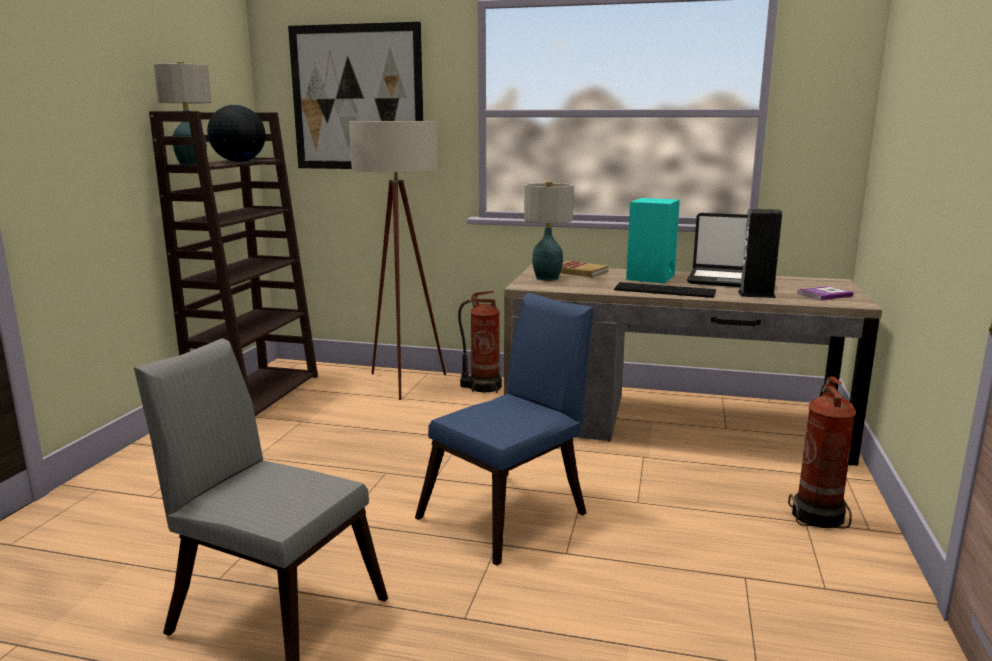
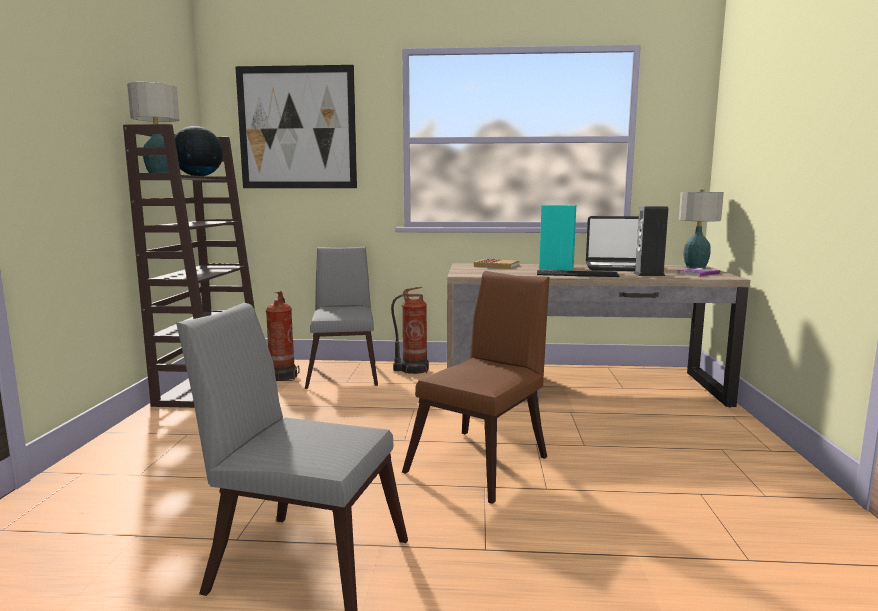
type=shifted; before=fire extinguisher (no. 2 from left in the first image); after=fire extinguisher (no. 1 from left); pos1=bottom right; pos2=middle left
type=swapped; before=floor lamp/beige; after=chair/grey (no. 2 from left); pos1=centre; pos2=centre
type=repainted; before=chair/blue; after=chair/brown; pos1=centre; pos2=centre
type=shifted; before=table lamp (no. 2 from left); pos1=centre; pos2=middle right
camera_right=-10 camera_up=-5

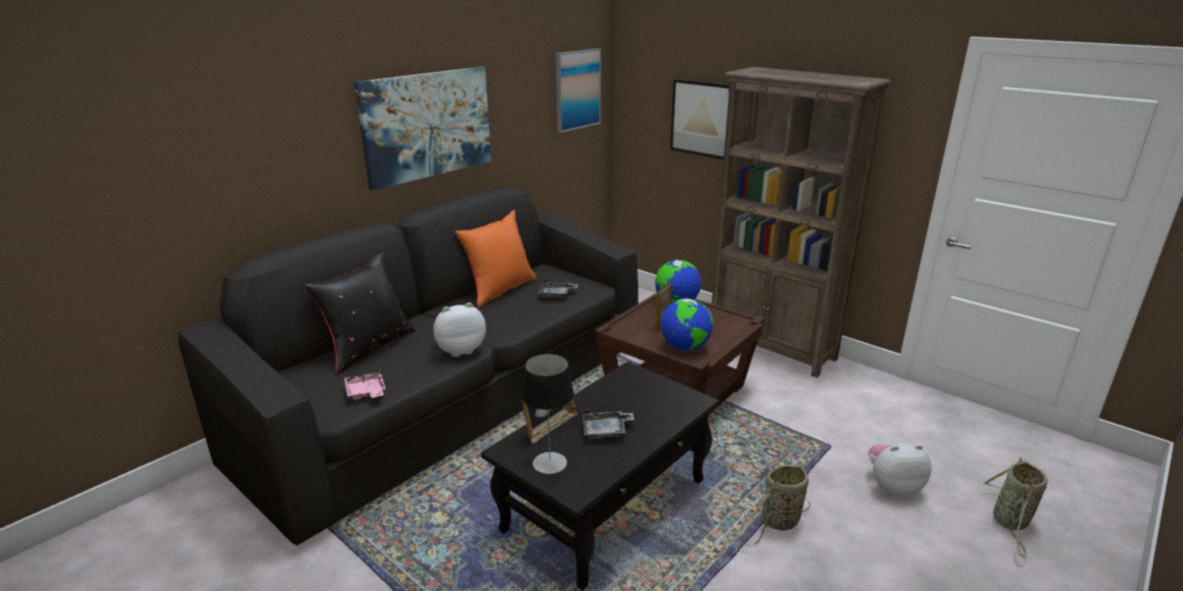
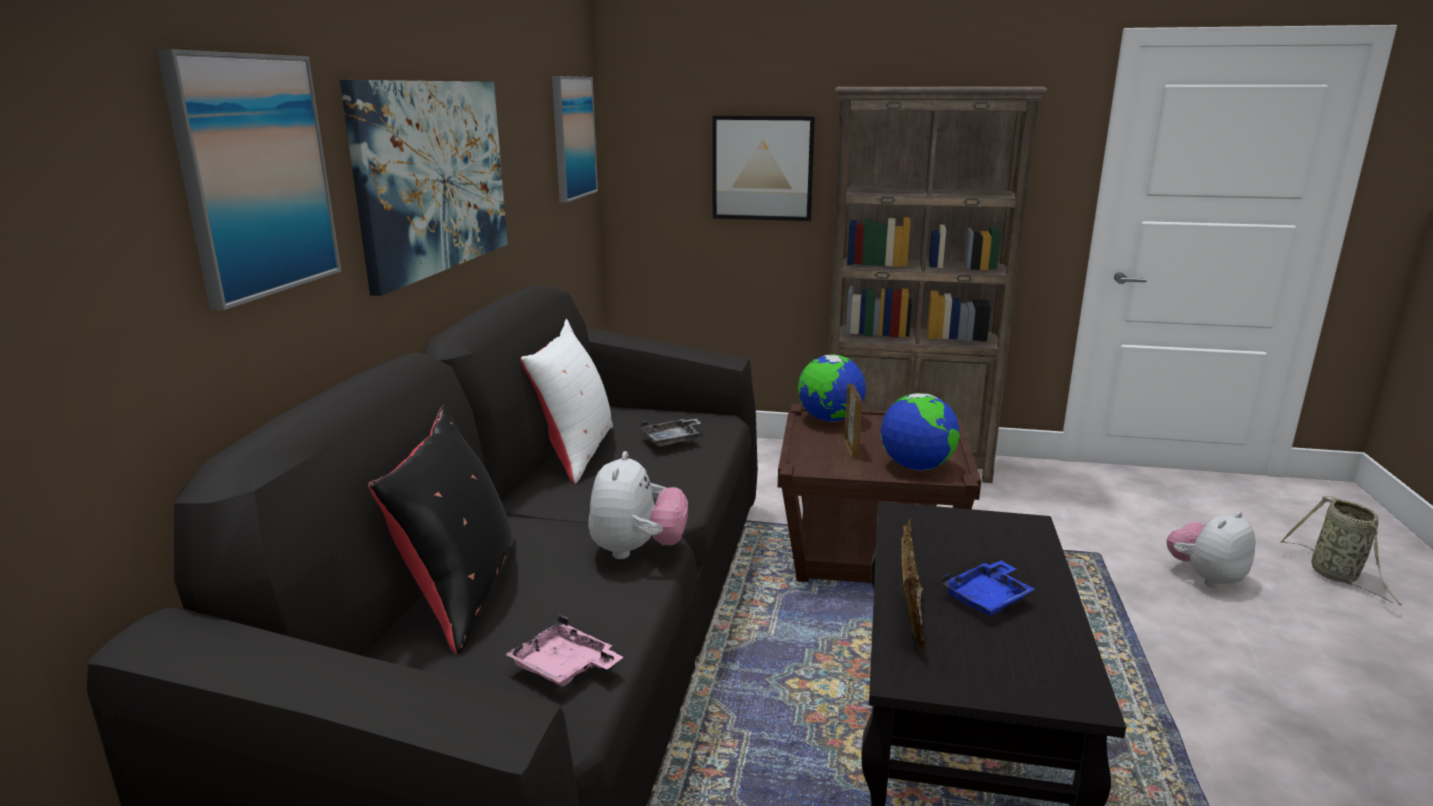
type=new; after=picture (no. 1 from left); pos2=top left
type=repainted; before=pillow/orange; after=pillow/white; pos1=centre; pos2=centre
type=rotated; before=plush toy (no. 1 from left); pos1=centre; pos2=centre; turn=150
type=repainted; before=tray/grey (no. 2 from left); after=tray/blue; pos1=bottom centre; pos2=bottom right
type=gone; before=table lamp; pos1=bottom centre
type=gone; before=basket (no. 1 from left); pos1=bottom centre
camera_right=-30 camera_up=-5

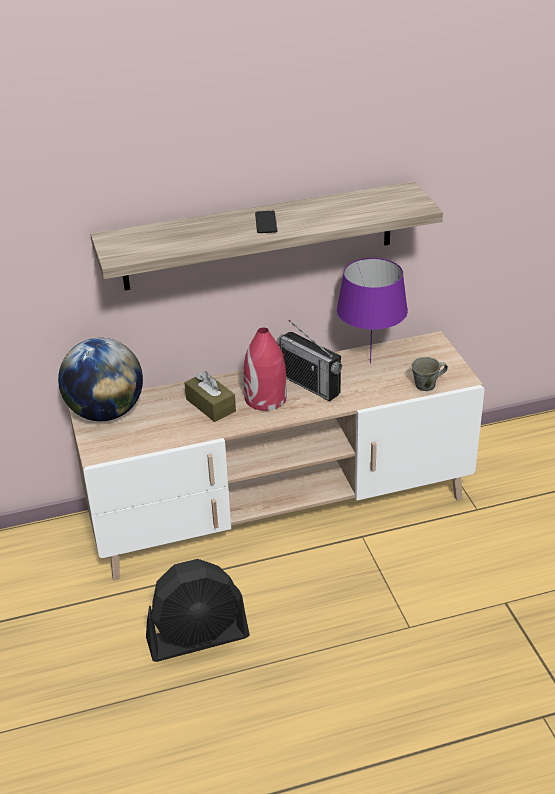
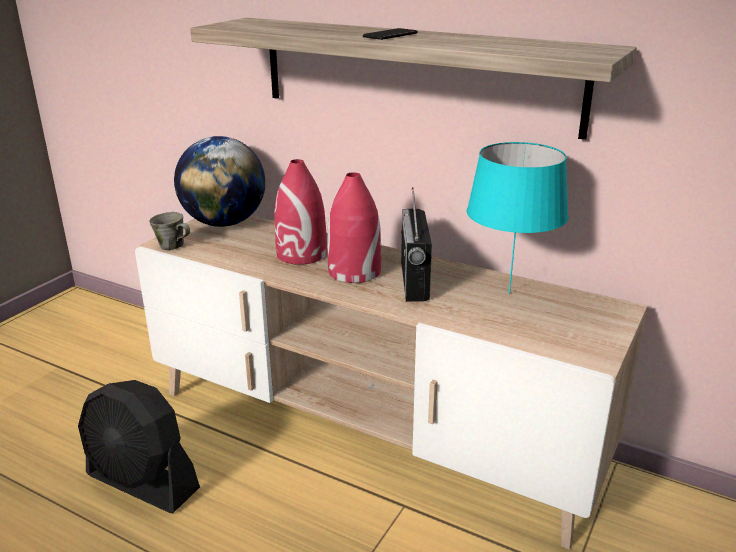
type=shifted; before=mug/grey; pos1=middle right; pos2=middle left
type=swapped; before=tissue box/brown; after=vase/red (no. 1 from left); pos1=centre; pos2=centre
type=repainted; before=table lamp/purple; after=table lamp/turquoise; pos1=middle right; pos2=middle right
camera_right=45 camera_up=-10

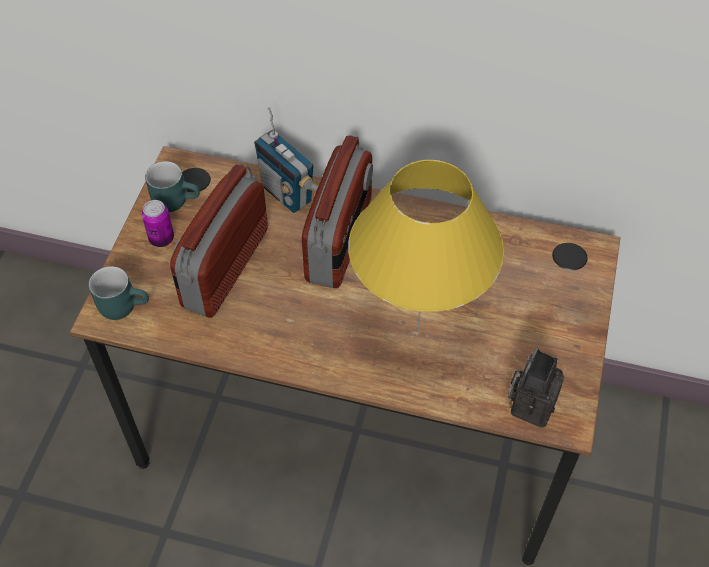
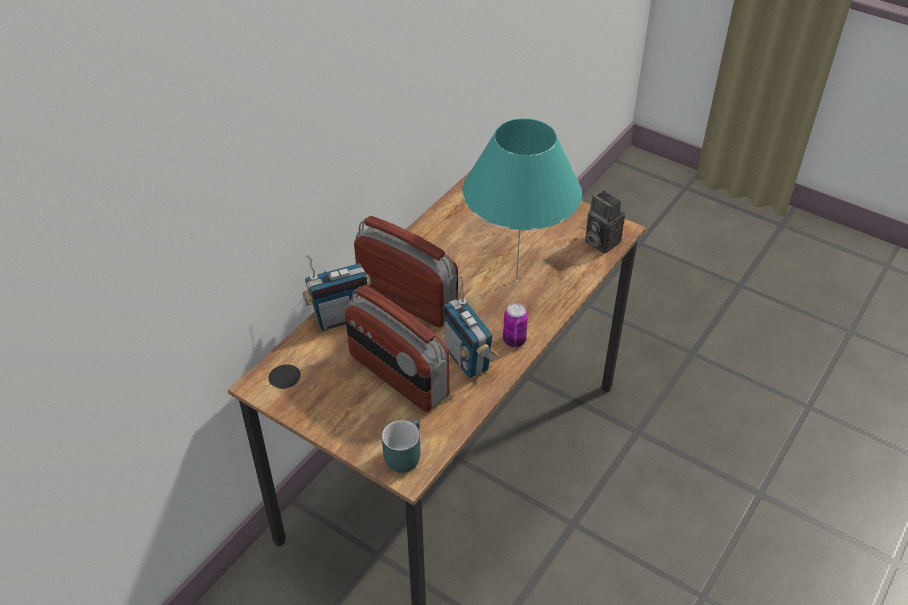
type=new; after=radio (no. 4 from left); pos2=centre
type=repainted; before=table lamp/yellow; after=table lamp/turquoise; pos1=centre; pos2=top centre
type=shifted; before=can; pos1=middle left; pos2=centre
type=gone; before=mug/turquoise (no. 2 from left); pos1=top left
camera_right=-70 camera_up=-10

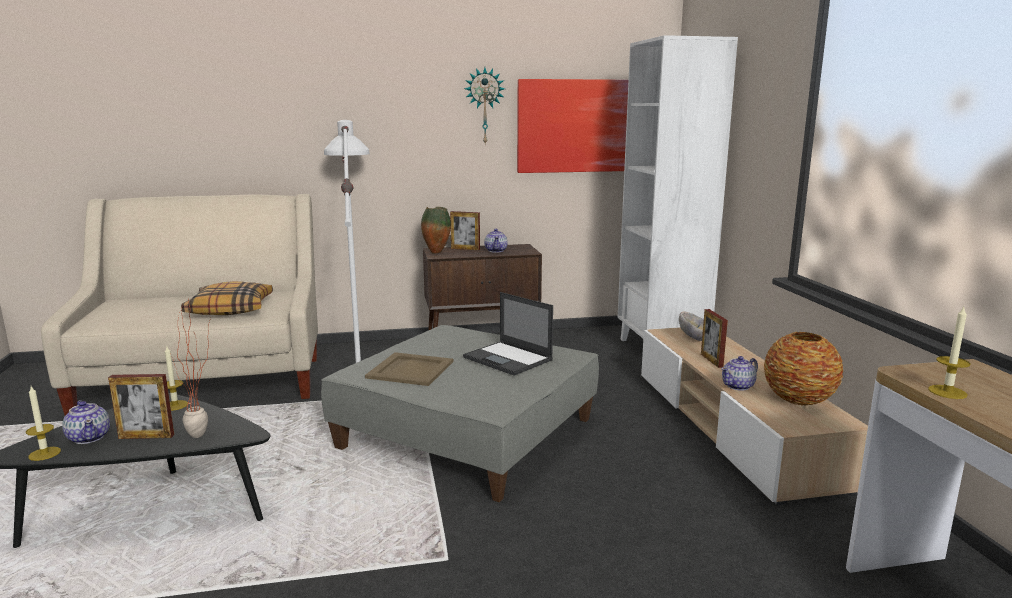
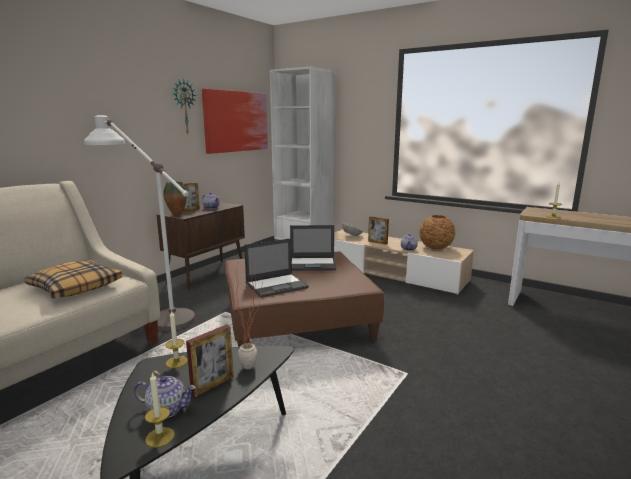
type=repainted; before=ottoman/grey; after=ottoman/brown; pos1=bottom centre; pos2=centre
type=swapped; before=tray/beige; after=laptop (no. 1 from left); pos1=centre; pos2=centre
camera_right=-45 camera_up=0

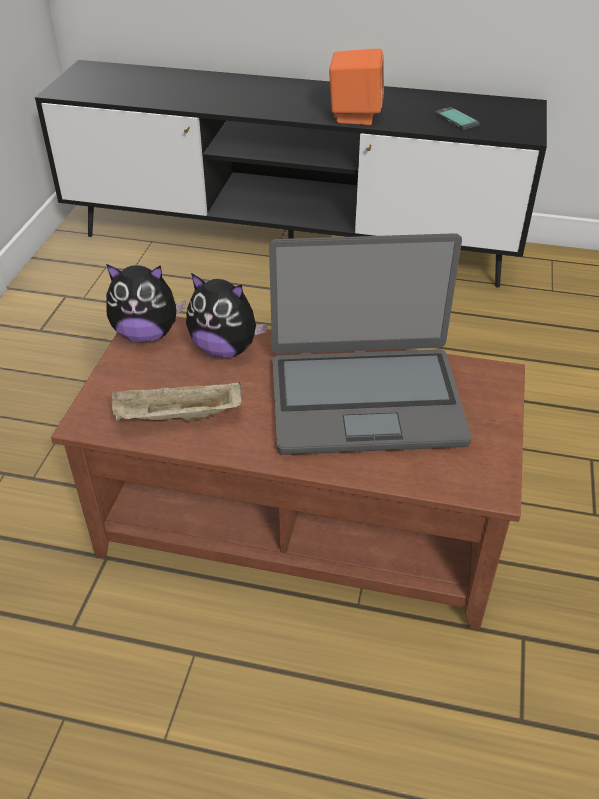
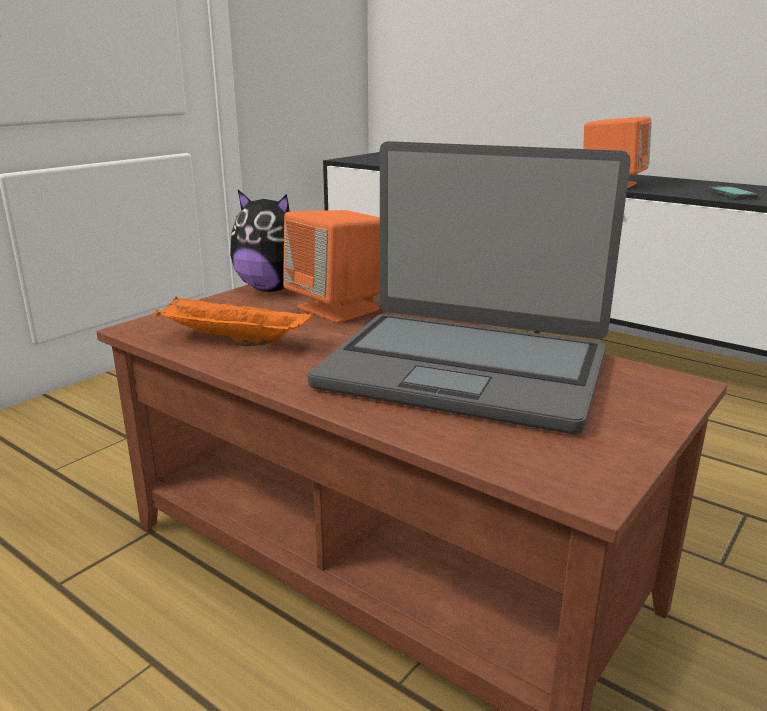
type=repainted; before=tray/beige; after=tray/orange; pos1=middle left; pos2=middle left
type=swapped; before=plush toy (no. 2 from left); after=speaker/orange (no. 1 from left); pos1=centre; pos2=centre
camera_right=25 camera_up=-20

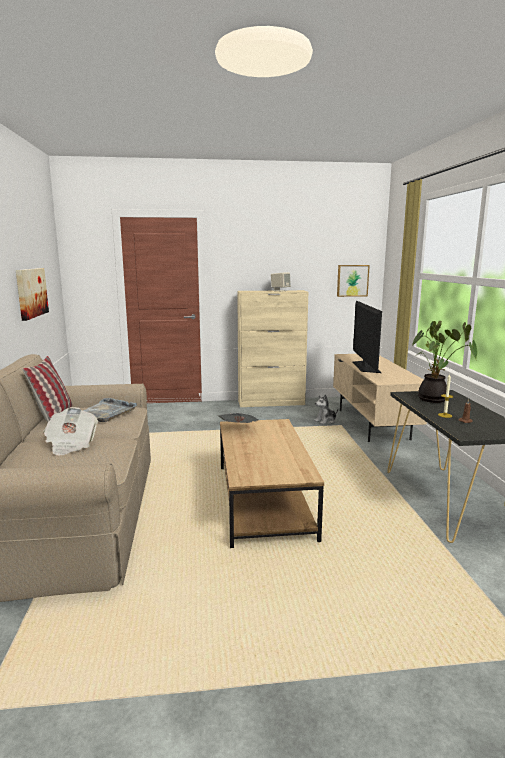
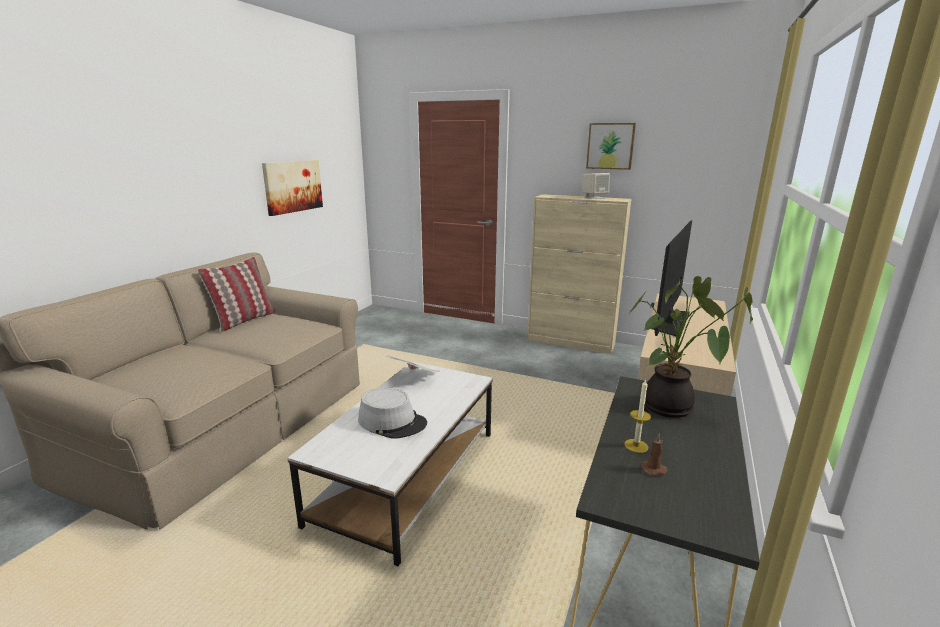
type=repainted; before=coffee table/brown; after=coffee table/white; pos1=centre; pos2=bottom centre
type=new; after=hat/grey; pos2=centre
type=shifted; before=picture (no. 2 from left); pos1=middle right; pos2=top centre
type=gone; before=newspaper (no. 1 from left); pos1=middle left
type=gone; before=tray/grey; pos1=middle left
type=gone; before=plush toy; pos1=centre
camera_right=30 camera_up=5

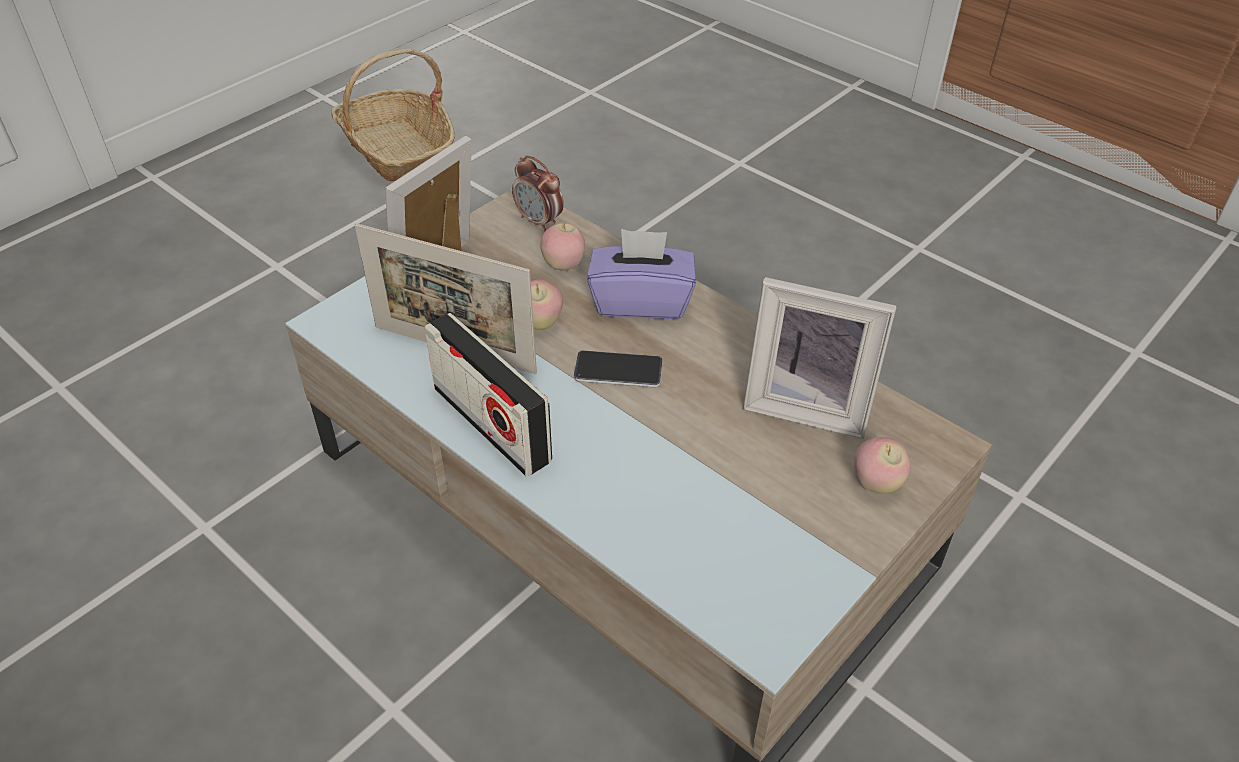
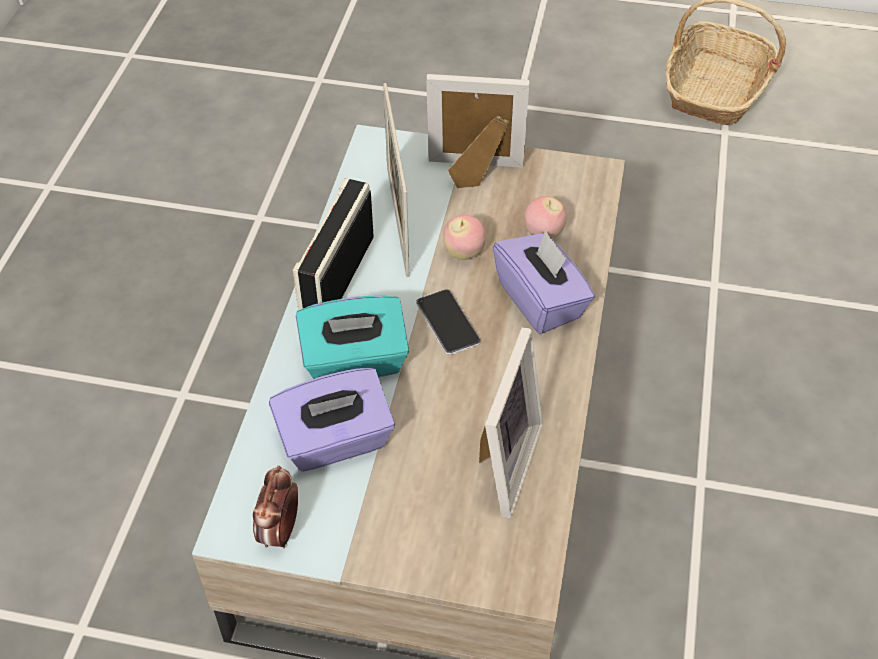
type=shifted; before=alarm clock; pos1=top centre; pos2=bottom left
type=new; after=tissue box/purple (no. 1 from left); pos2=centre
type=new; after=tissue box/turquoise; pos2=centre
type=rotated; before=picture frame (no. 3 from left); pos1=centre; pos2=centre; turn=-150
type=gone; before=apple (no. 3 from left); pos1=middle right
camera_right=60 camera_up=5

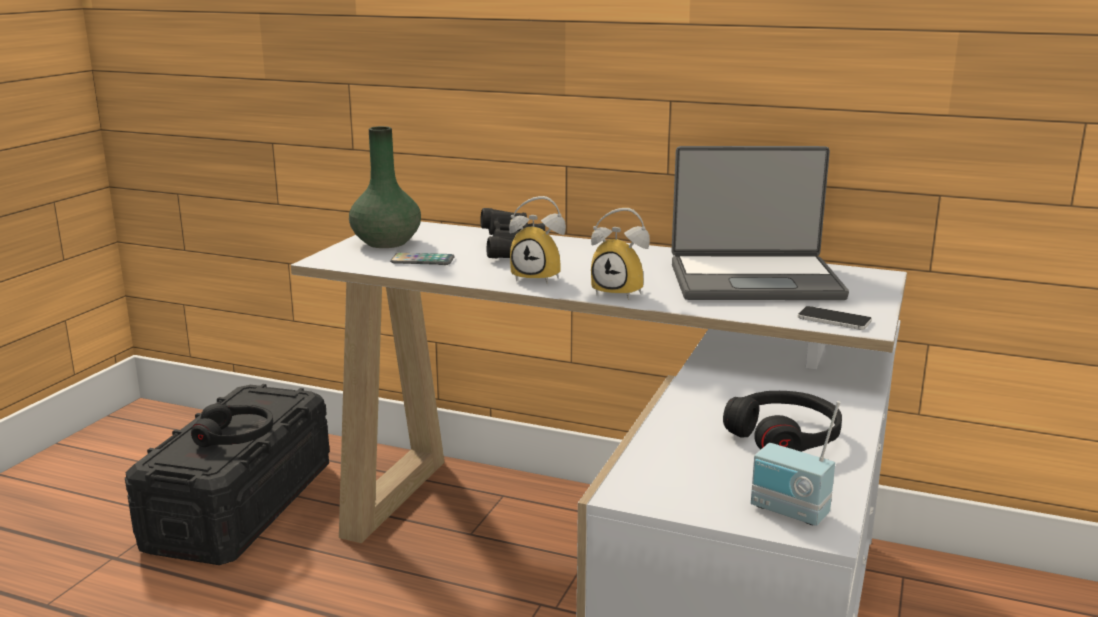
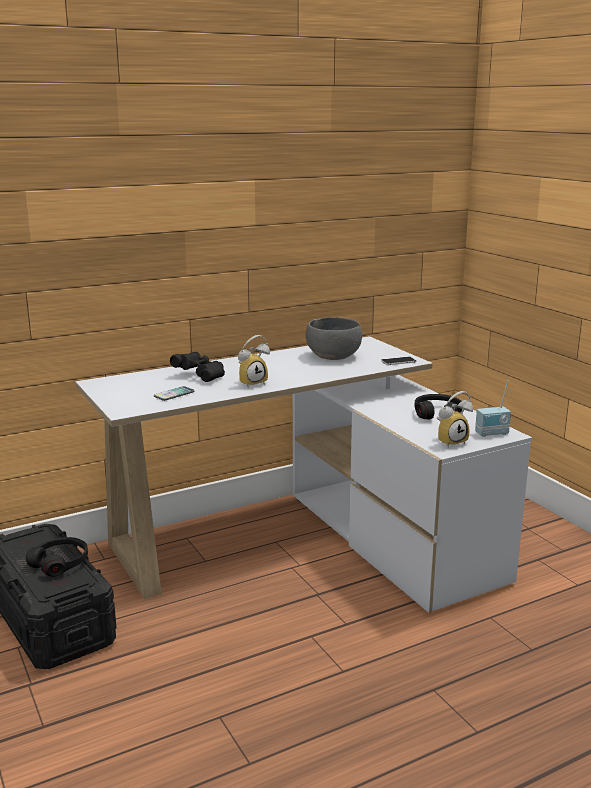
type=swapped; before=laptop; after=bowl/grey; pos1=middle right; pos2=centre
type=shifted; before=alarm clock (no. 2 from left); pos1=centre; pos2=middle right
type=gone; before=vase/green; pos1=top centre
camera_right=-50 camera_up=0

